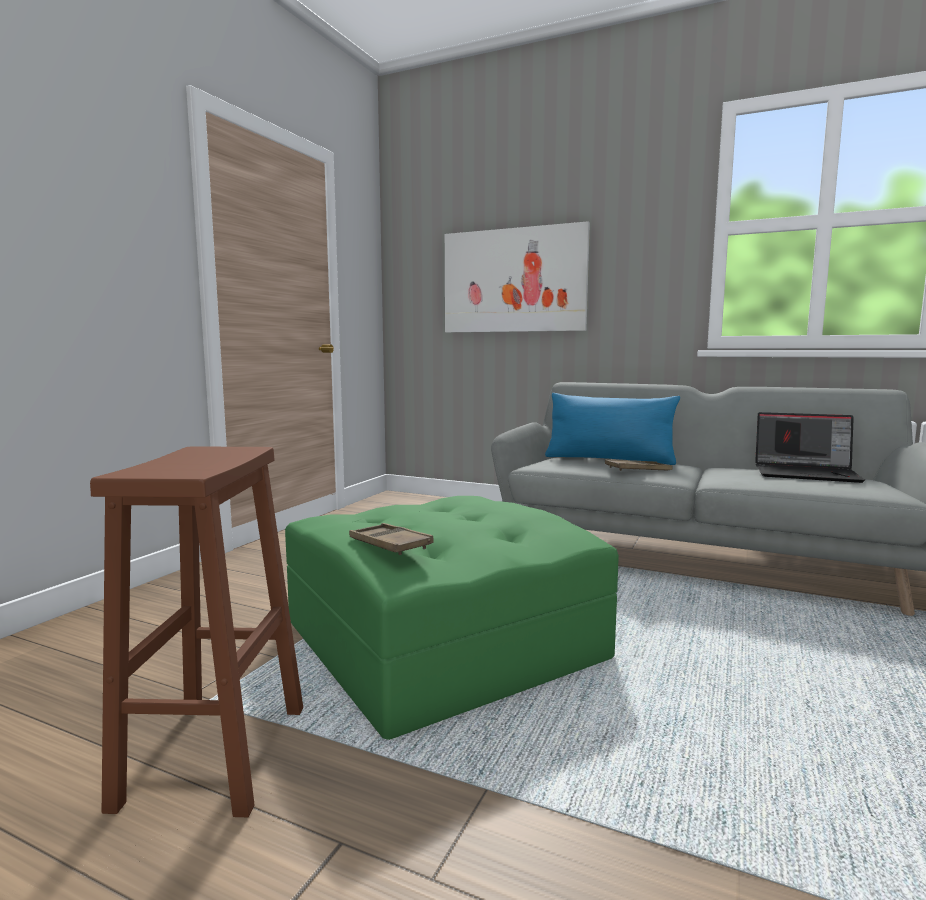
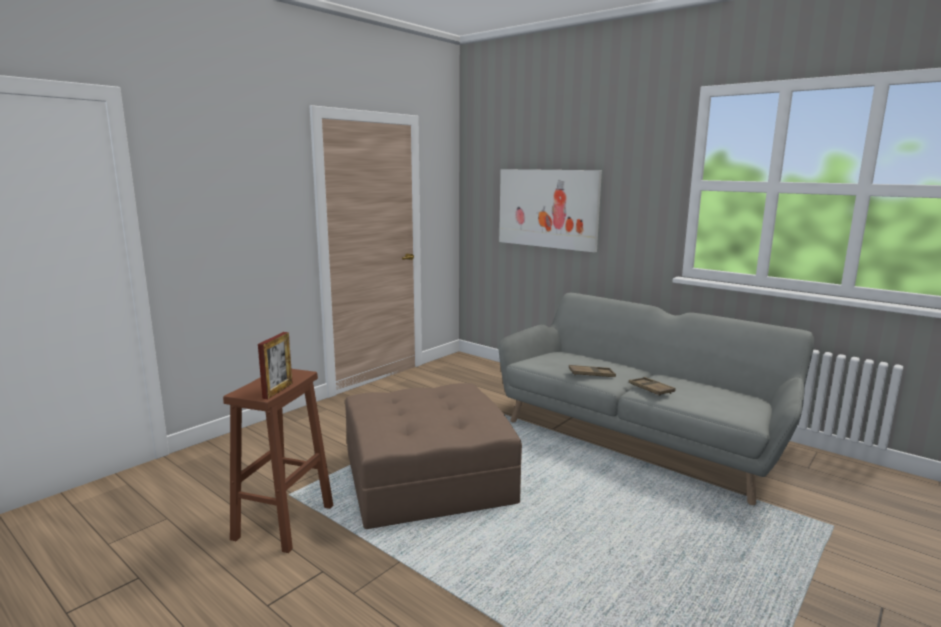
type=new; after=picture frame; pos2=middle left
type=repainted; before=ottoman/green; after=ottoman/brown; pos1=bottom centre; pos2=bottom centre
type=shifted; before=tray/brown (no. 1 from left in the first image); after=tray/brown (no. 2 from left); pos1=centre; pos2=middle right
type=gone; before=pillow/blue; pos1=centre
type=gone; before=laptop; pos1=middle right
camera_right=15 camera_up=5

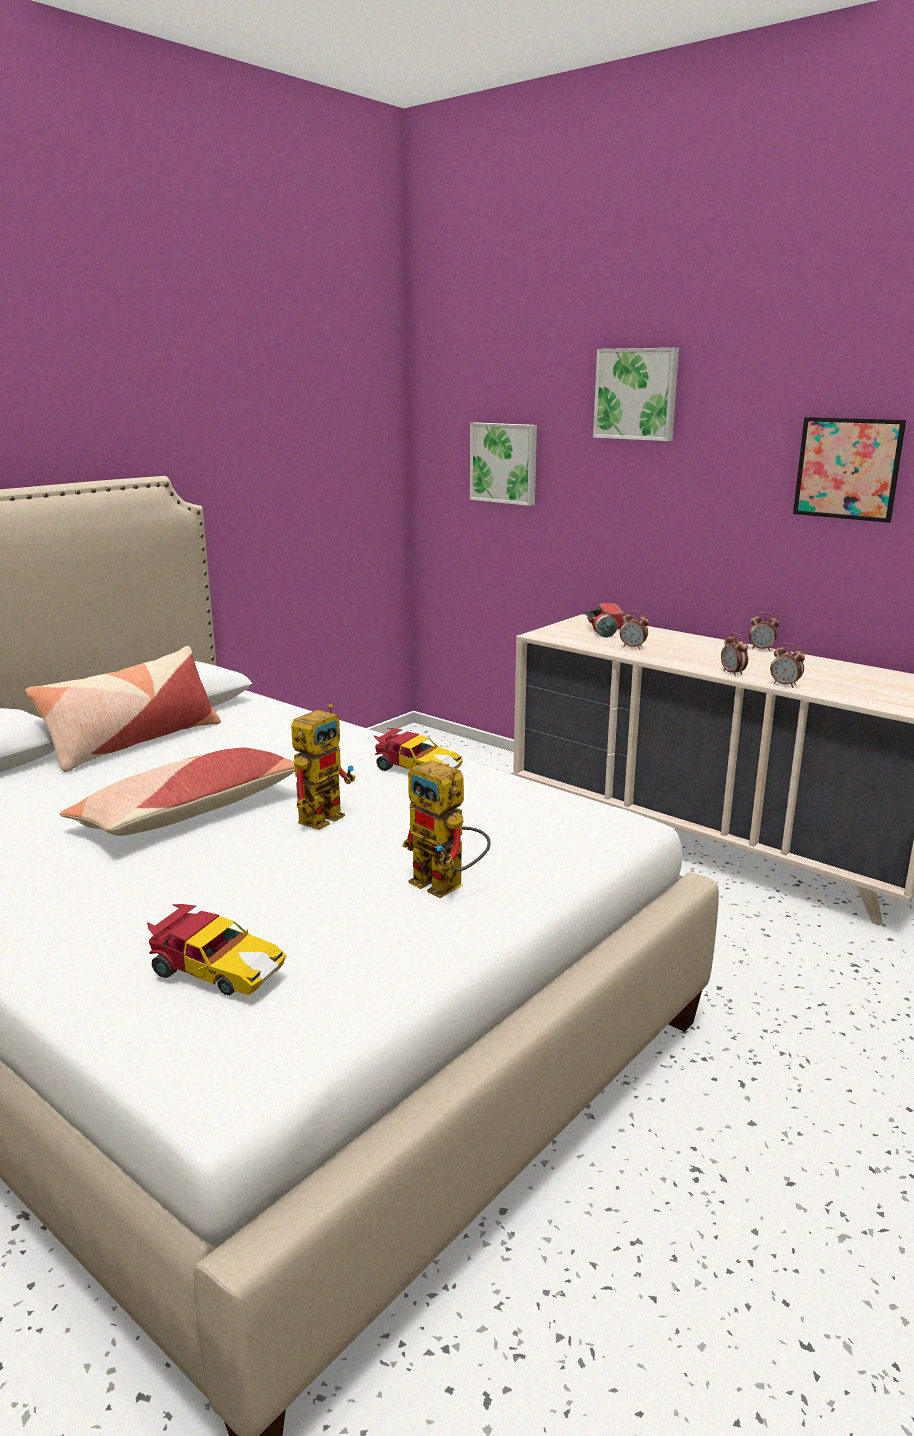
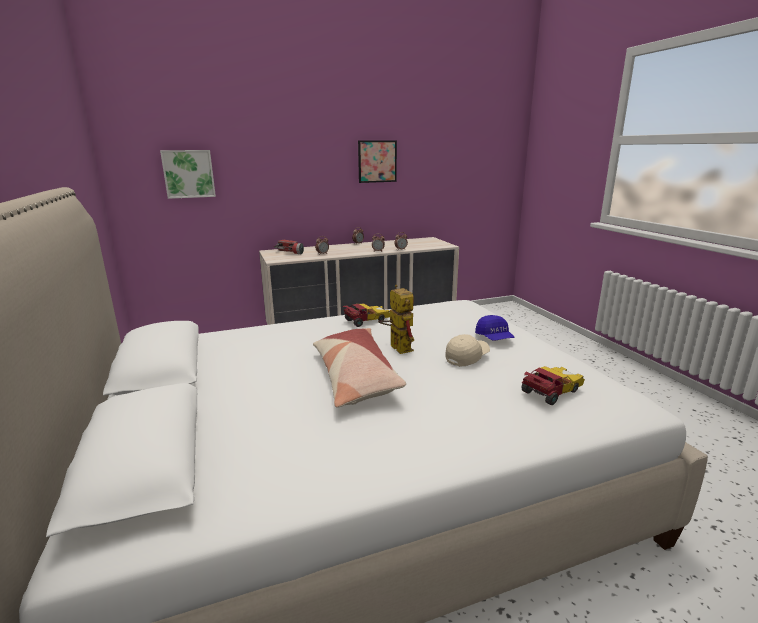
type=new; after=cap/beige; pos2=centre
type=swapped; before=toy robot (no. 2 from left); after=cap/blue; pos1=centre; pos2=centre
type=gone; before=pillow (no. 1 from left); pos1=middle left
type=gone; before=picture (no. 2 from left); pos1=top right
camera_right=-60 camera_up=0

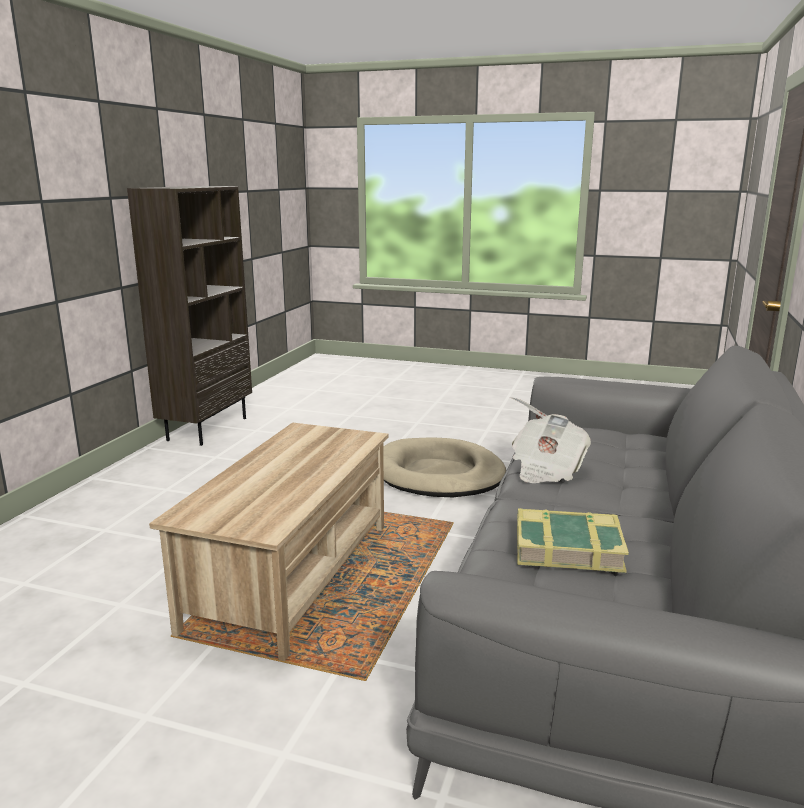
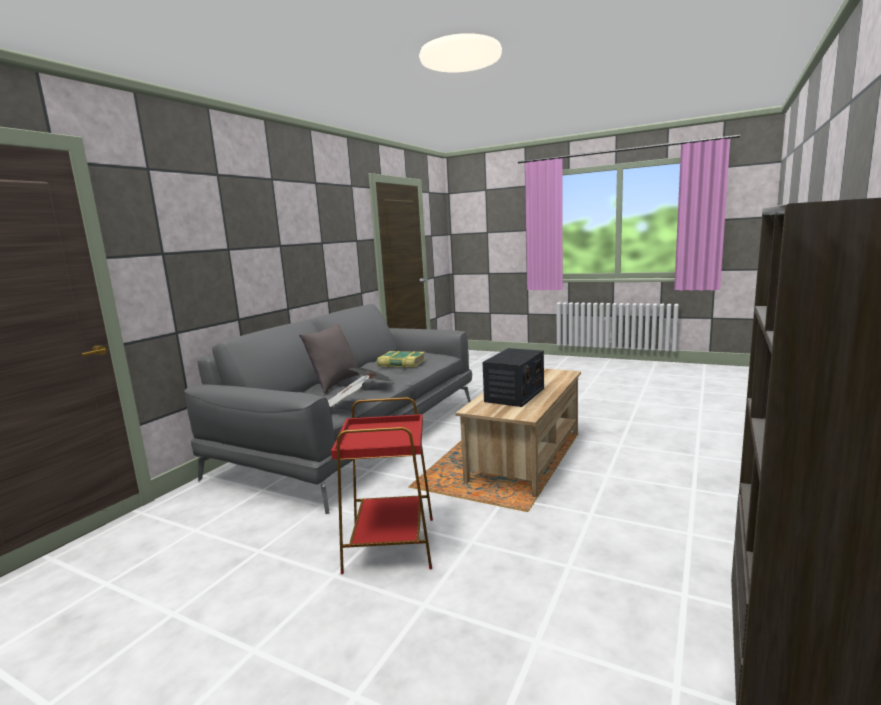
type=new; after=pillow/grey; pos2=centre
type=swapped; before=dog bed/beige; after=side table/red; pos1=centre; pos2=bottom centre
type=new; after=radio; pos2=centre
camera_right=-170 camera_up=-5

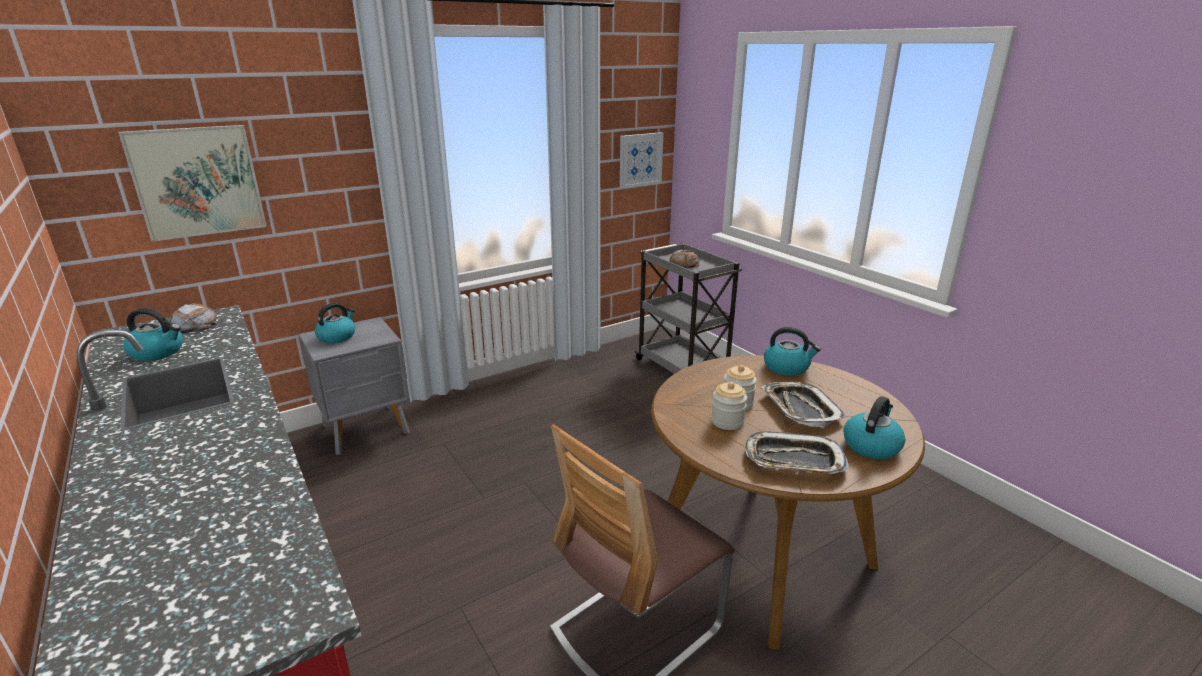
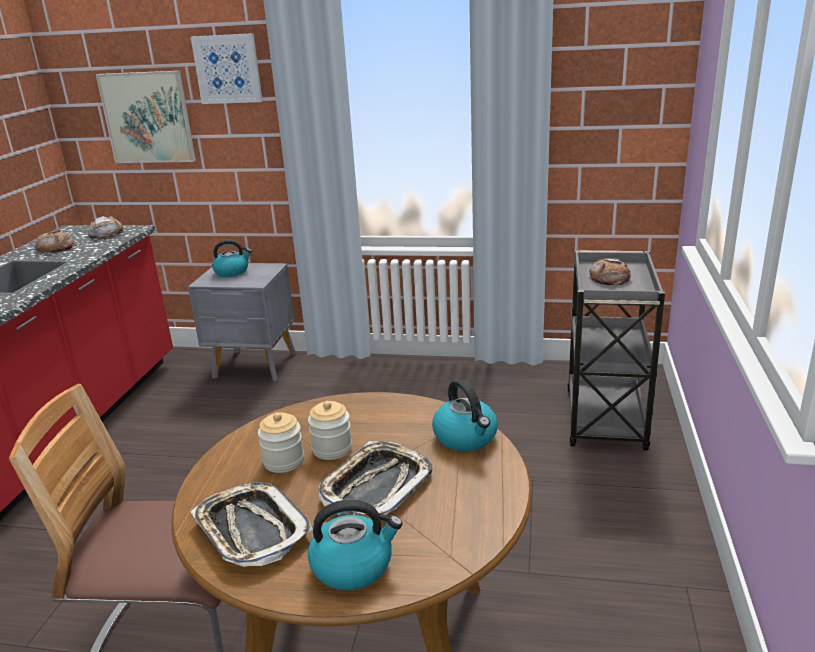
type=swapped; before=kettle (no. 1 from left); after=bread (no. 1 from left); pos1=middle left; pos2=middle left
type=shifted; before=picture (no. 2 from left); pos1=top centre; pos2=top left
camera_right=45 camera_up=0

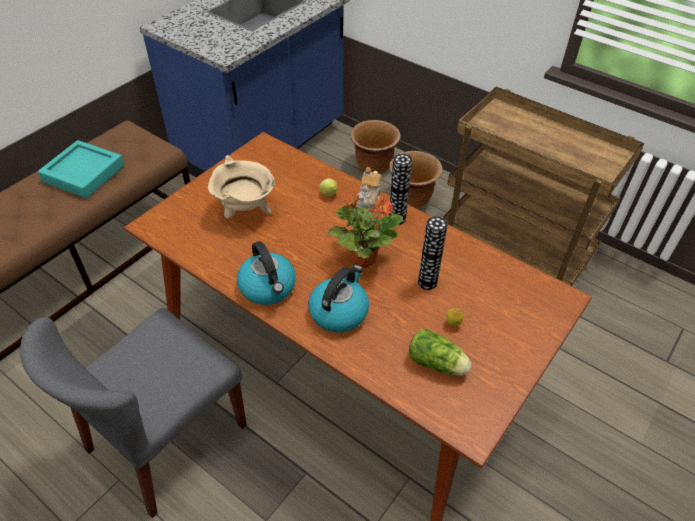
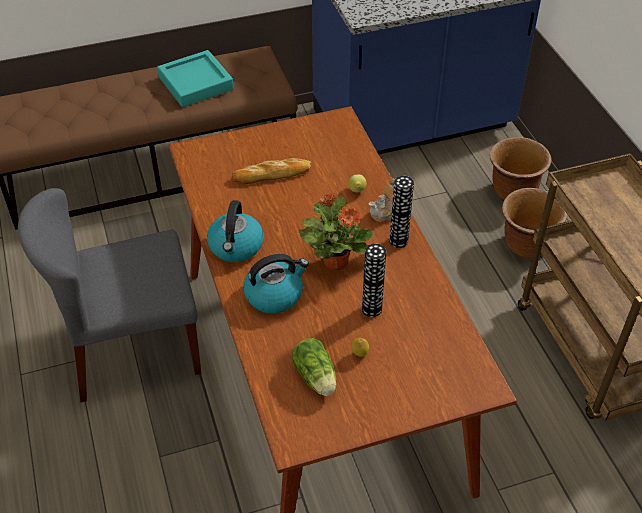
type=swapped; before=cooking pot/beige; after=bread; pos1=centre; pos2=centre
camera_right=35 camera_up=0

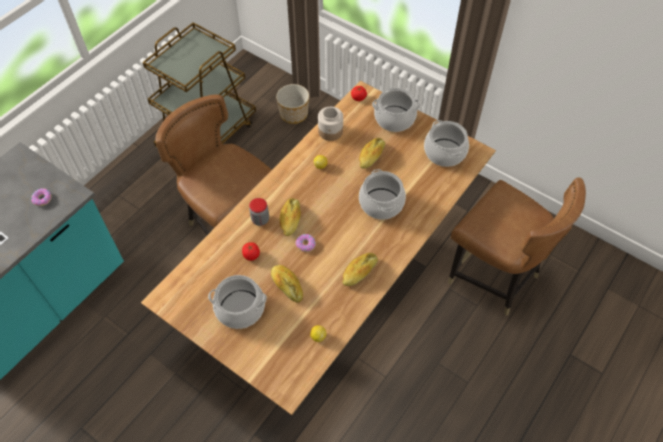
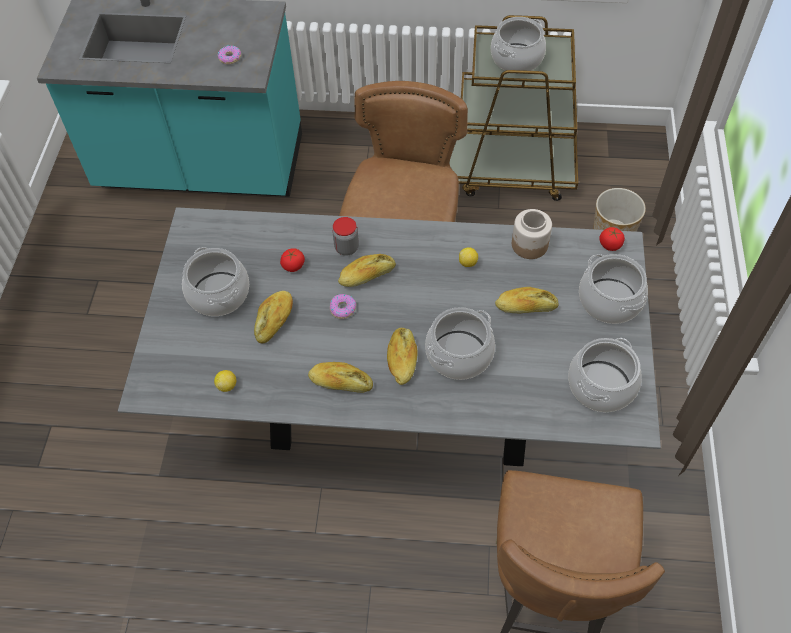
type=repainted; before=dining table/brown; after=dining table/grey; pos1=centre; pos2=centre
type=new; after=bread (no. 4 from left); pos2=centre
type=new; after=cooking pot (no. 3 from left); pos2=top centre
camera_right=60 camera_up=0

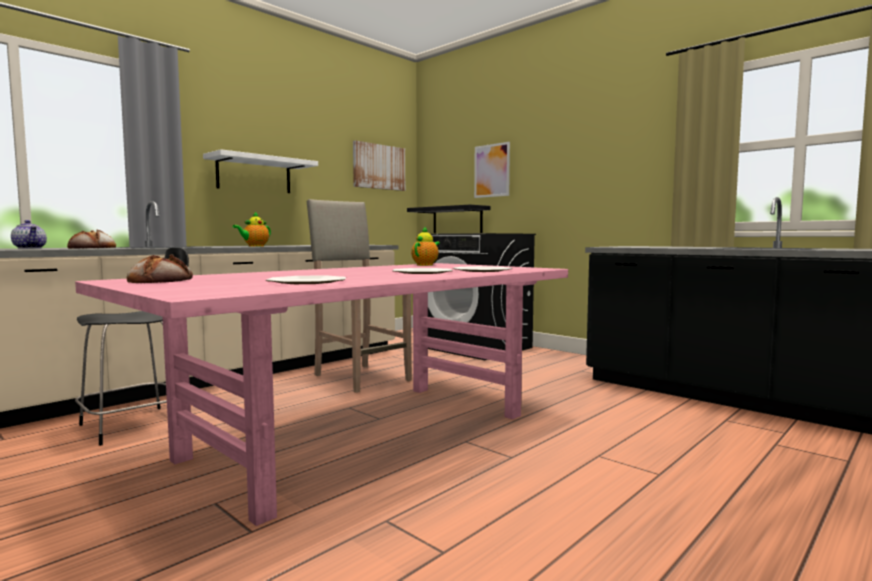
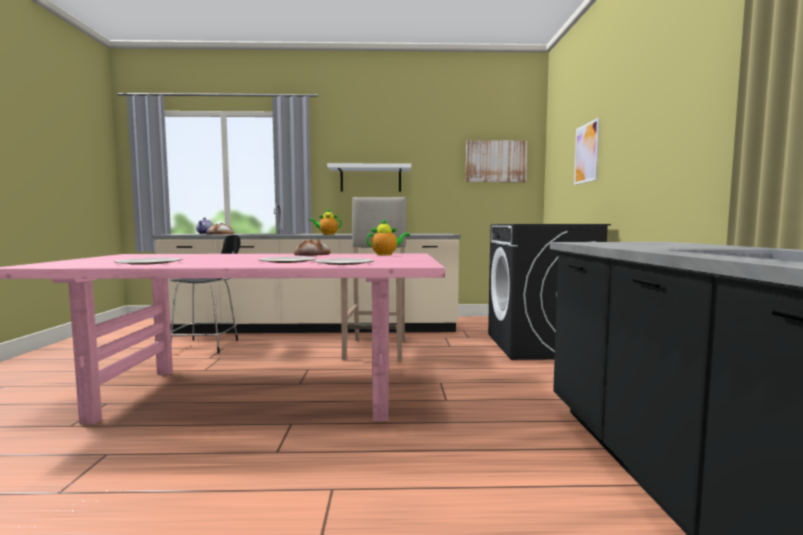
type=shifted; before=bread (no. 2 from left); pos1=middle left; pos2=centre
type=gone; before=shelf/black; pos1=centre
camera_right=45 camera_up=0

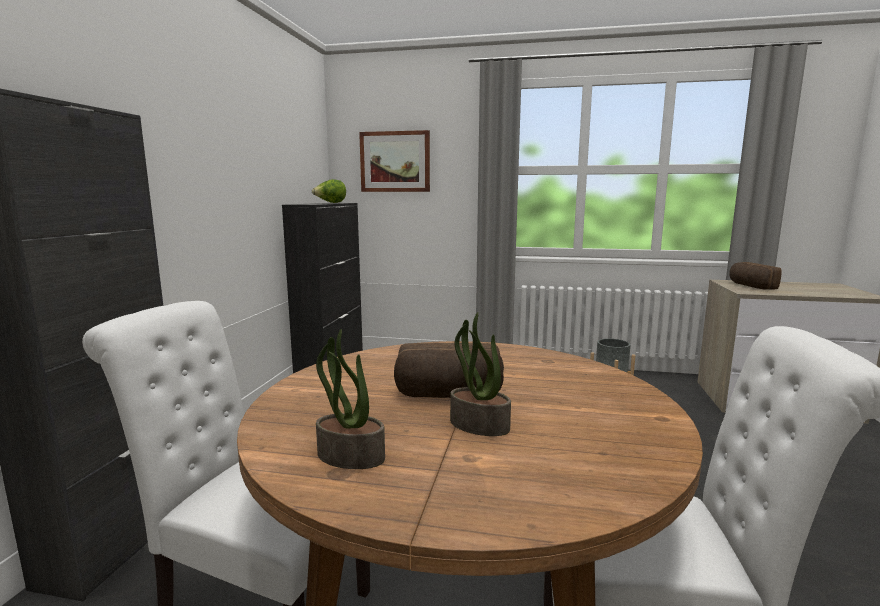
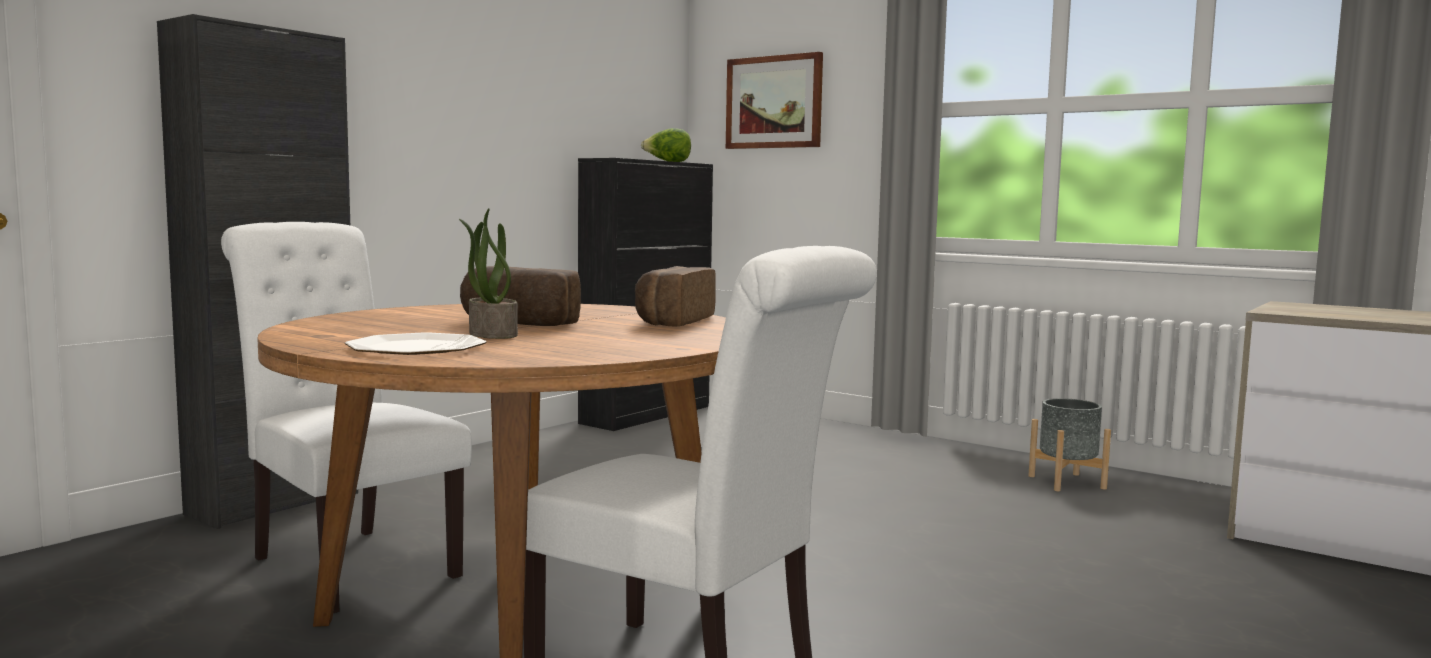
type=new; after=plate; pos2=middle left
type=shifted; before=bread (no. 2 from left); pos1=middle right; pos2=centre
type=gone; before=potted plant (no. 1 from left); pos1=centre
camera_right=25 camera_up=-5

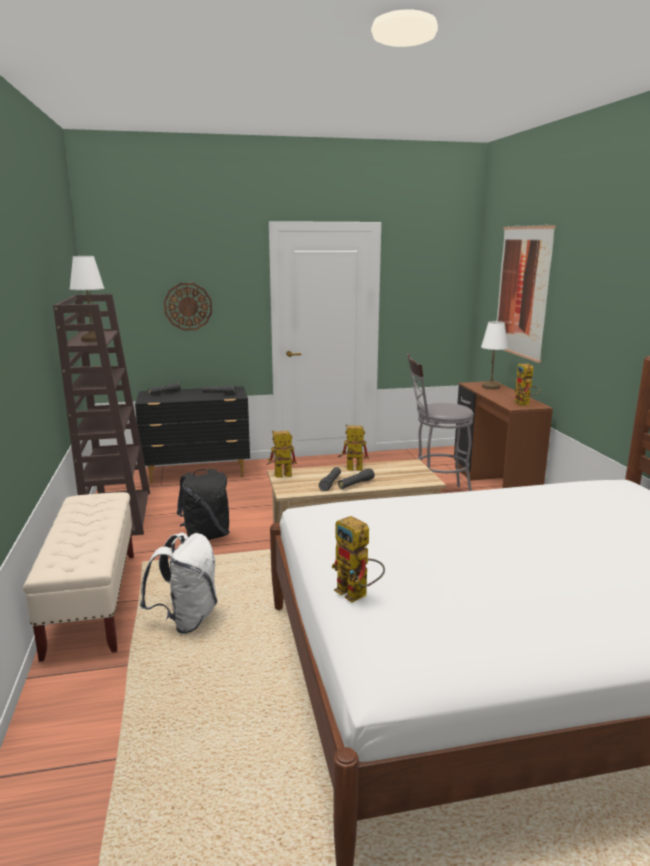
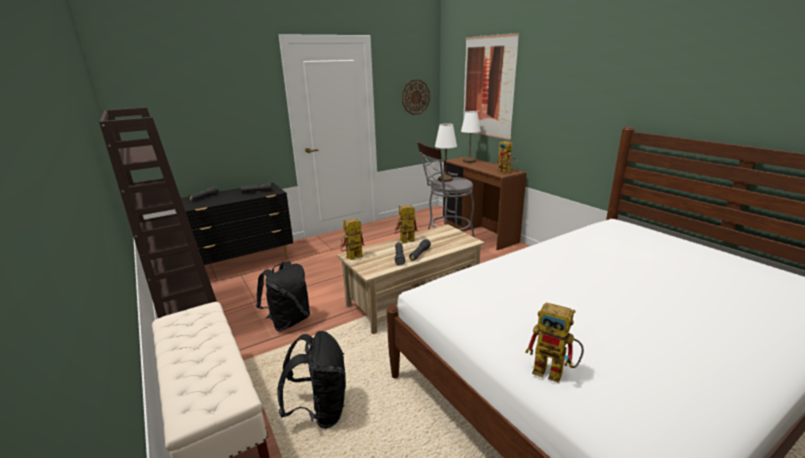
type=repainted; before=backpack/white; after=backpack/black (no. 2 from left); pos1=bottom left; pos2=bottom centre
type=shifted; before=wall clock; pos1=middle left; pos2=top centre
type=shifted; before=table lamp/white (no. 1 from left); pos1=middle left; pos2=top centre
camera_right=-20 camera_up=5

